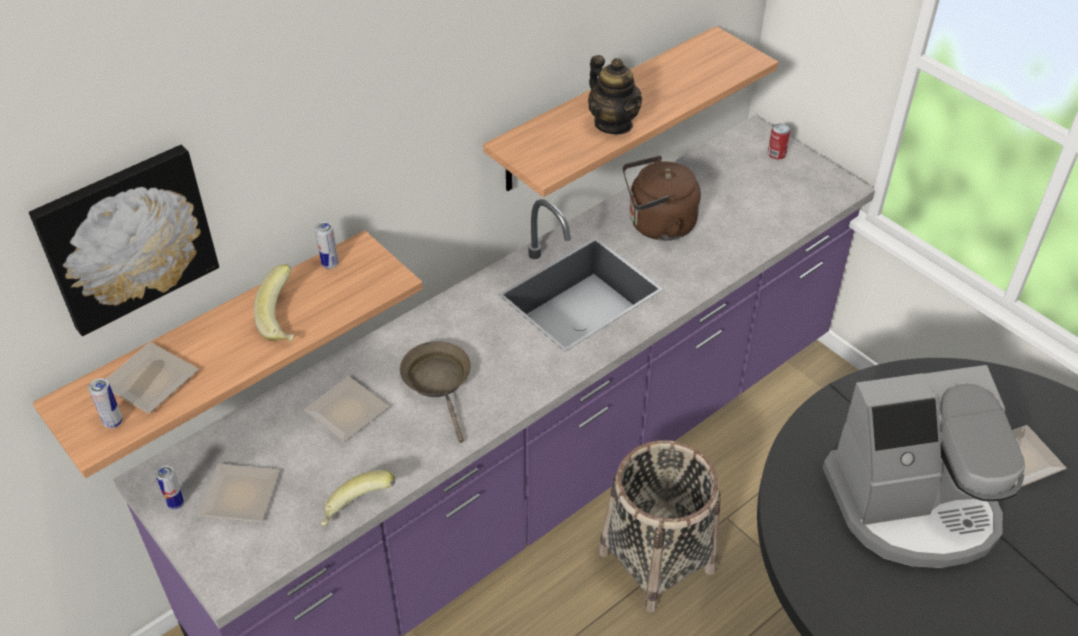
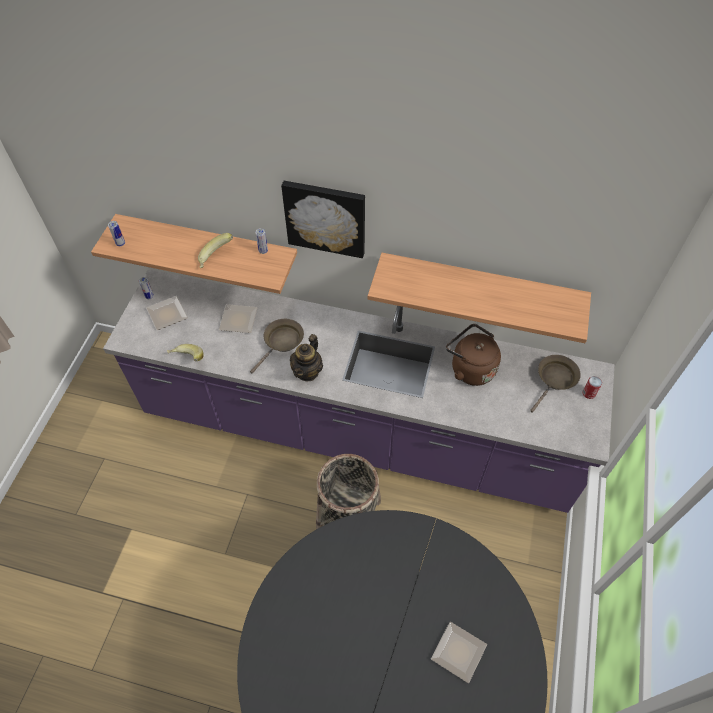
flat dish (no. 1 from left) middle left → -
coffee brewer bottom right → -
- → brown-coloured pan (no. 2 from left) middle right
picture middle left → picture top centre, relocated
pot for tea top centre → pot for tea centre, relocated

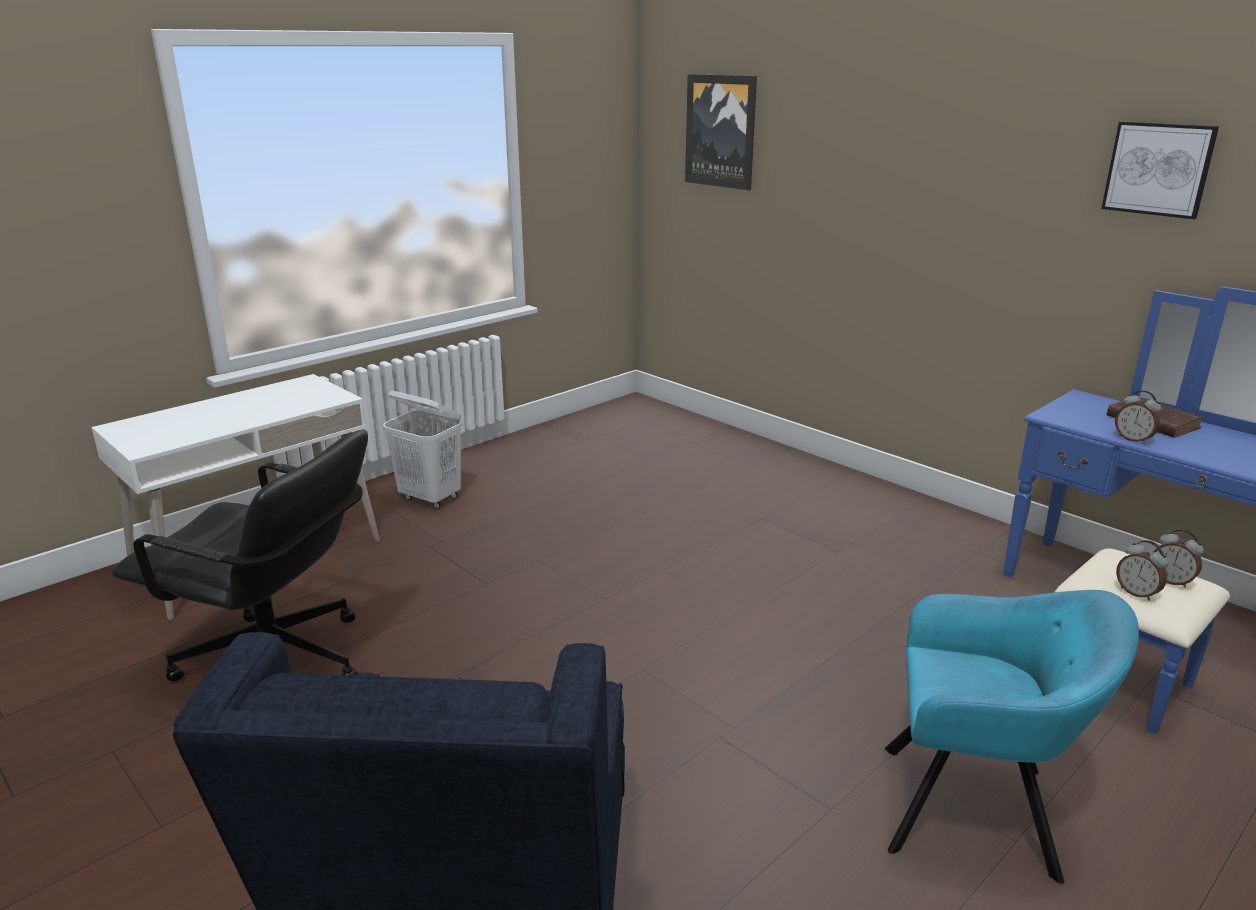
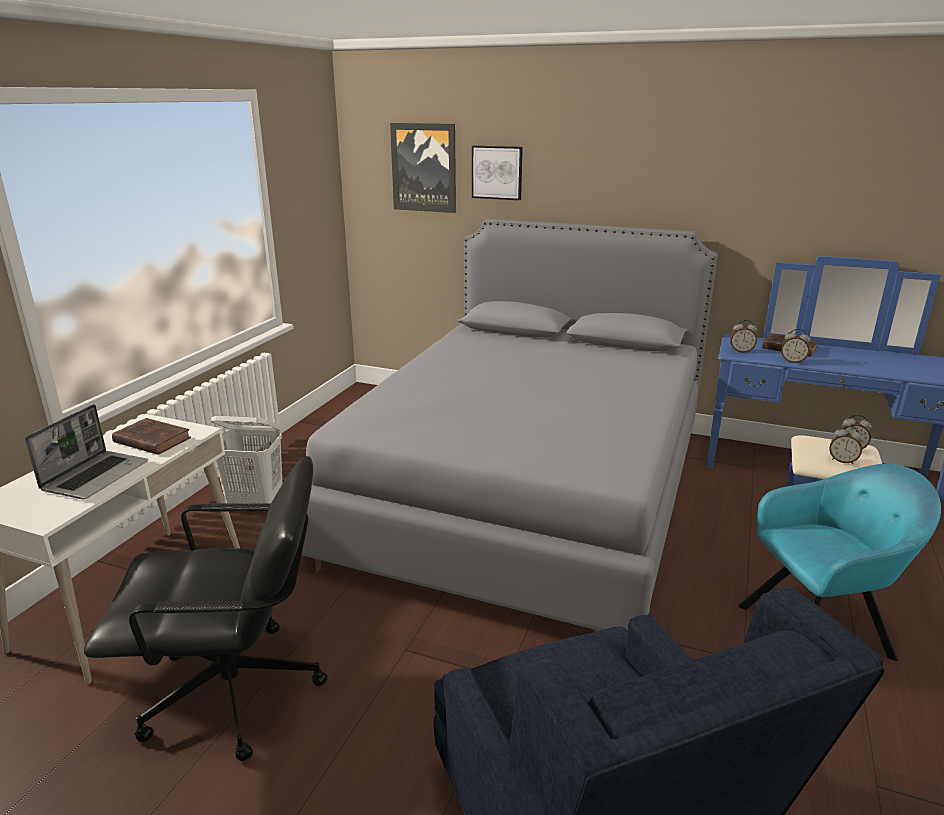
- → portable computer middle left
- → brown-coloured book (no. 1 from left) middle left
- → greyish bedroom bed centre
- → alarm clock (no. 1 from left) middle right
picture (no. 2 from left) top right → picture (no. 2 from left) top centre, relocated

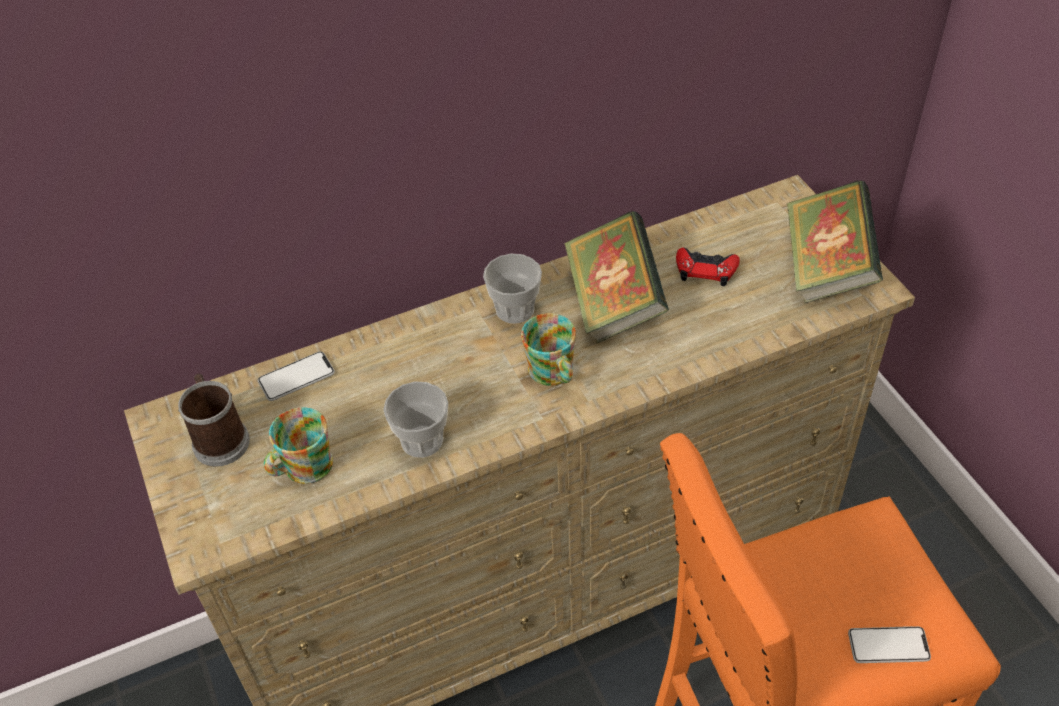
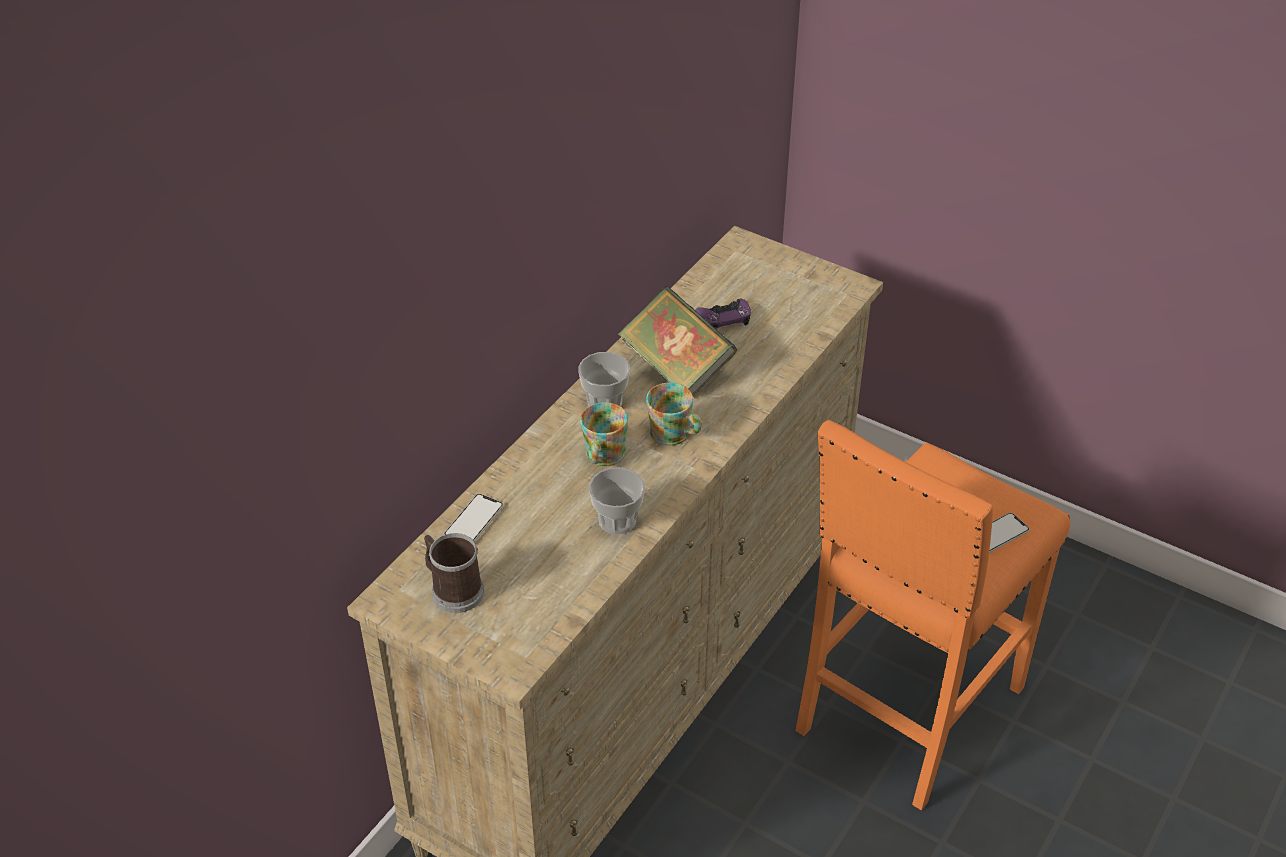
book (no. 2 from left) middle right → -
tea mug (no. 2 from left) middle left → tea mug (no. 2 from left) centre, relocated
red joypad middle right → purple joypad centre

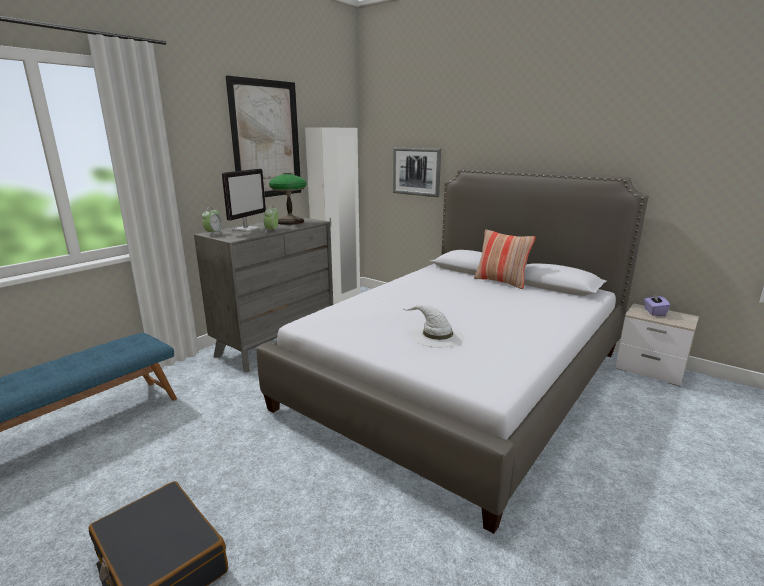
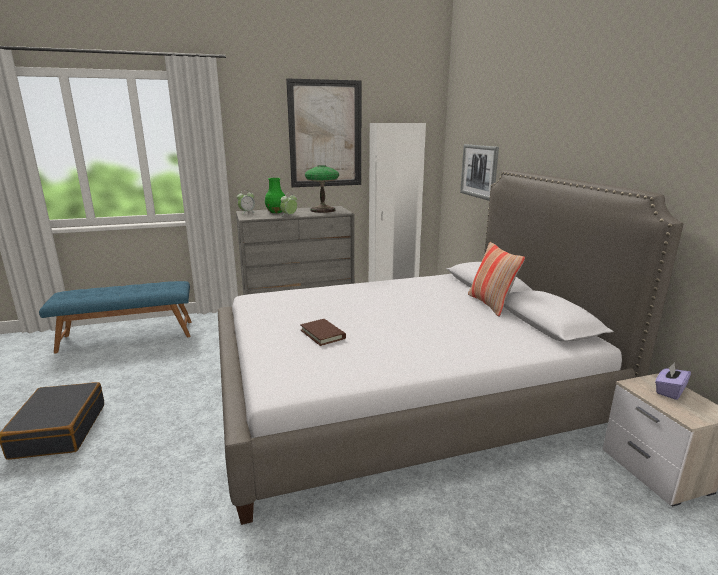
computer display middle left → green-coloured flower vase centre
white-coloured wearable hat centre → brown-coloured book centre

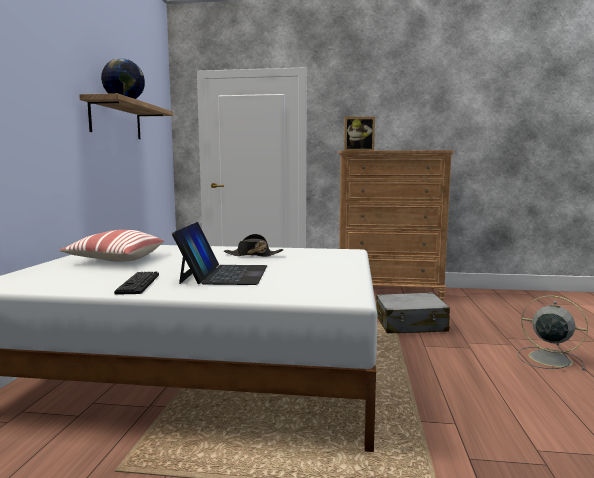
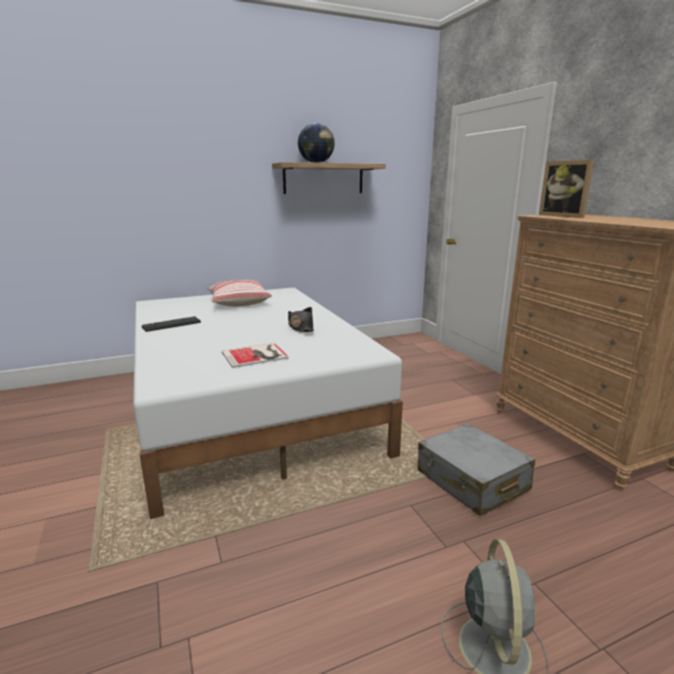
portable computer centre → -
- → book centre

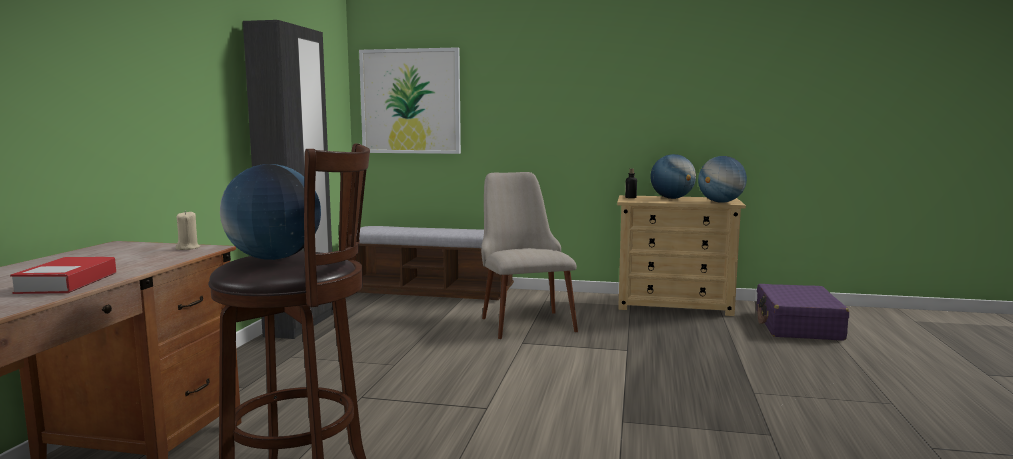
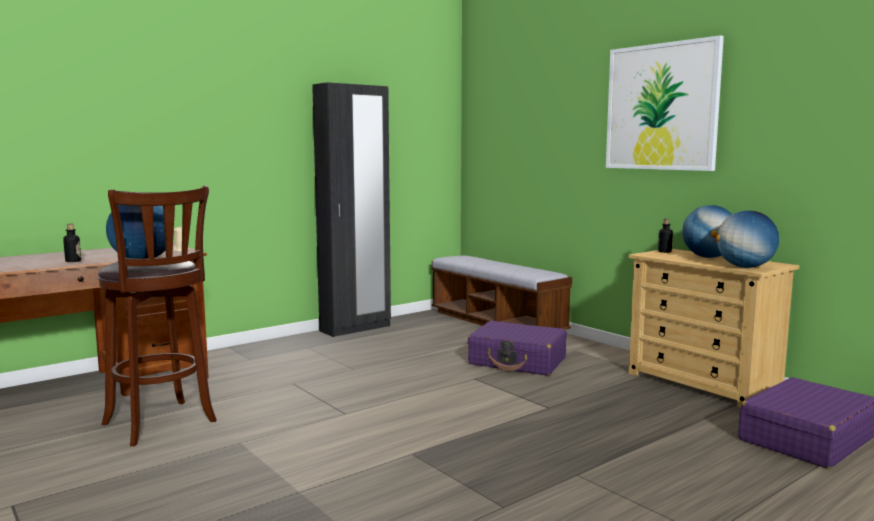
picture top centre → picture top right, relocated
book middle left → drink bottle (no. 1 from left) middle left
sand-coloured chair centre → purple piece of luggage (no. 1 from left) bottom centre

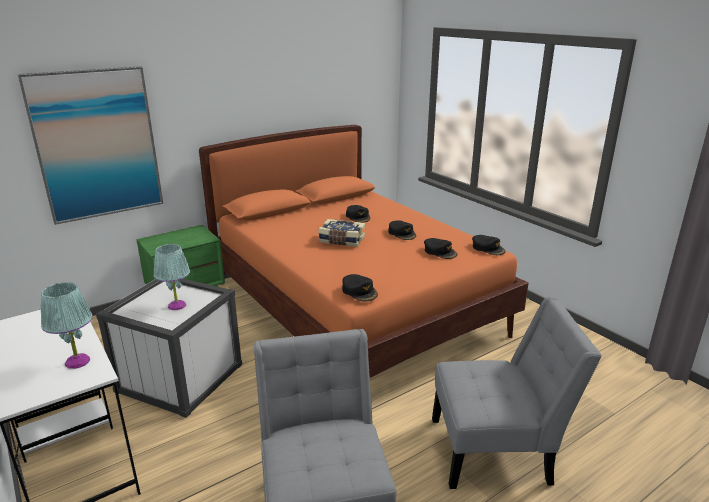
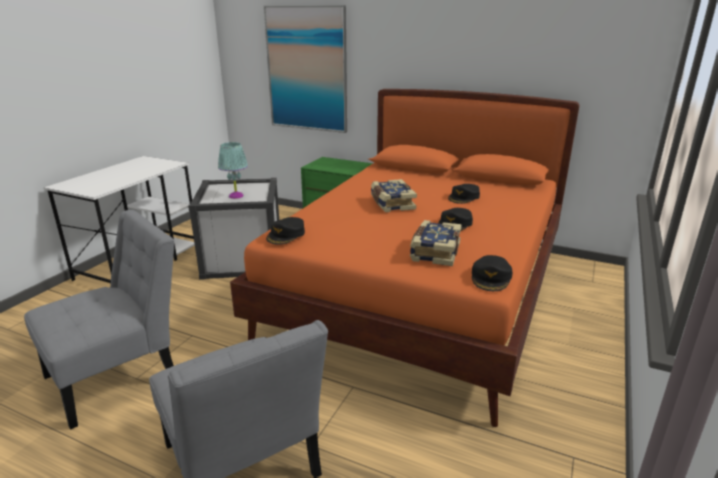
turquoise tabletop lamp (no. 1 from left) middle left → -
blackish peaked cap (no. 4 from left) centre → book (no. 2 from left) centre

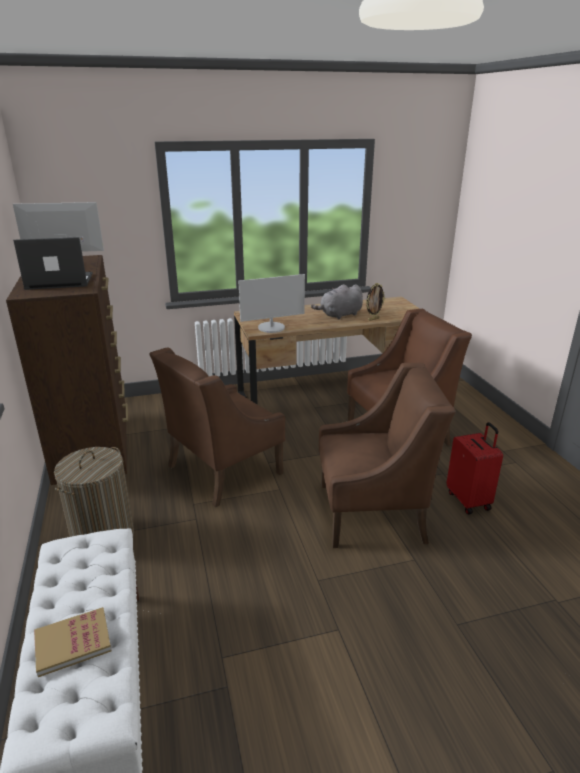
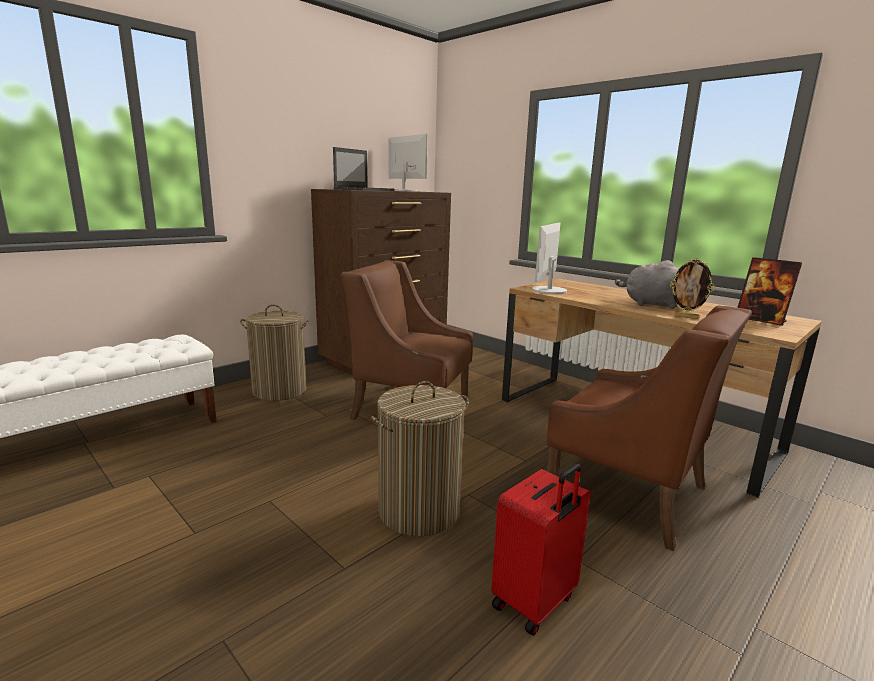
book bottom left → -
- → photo frame (no. 2 from left) middle right
brown-coloured easy chair (no. 2 from left) middle right → laundry basket (no. 2 from left) bottom centre
portable computer middle left → portable computer top centre, 75 degrees clockwise
computer display (no. 2 from left) centre, 75 degrees clockwise

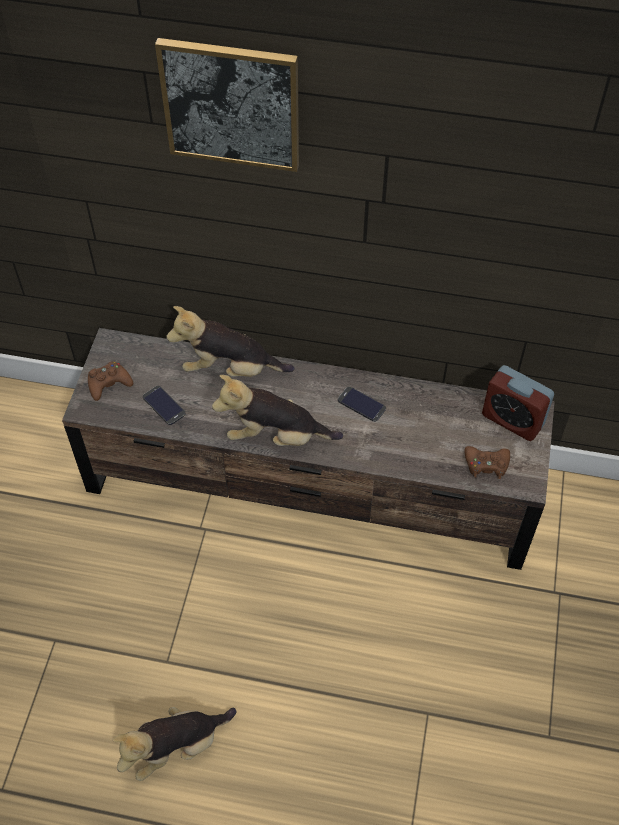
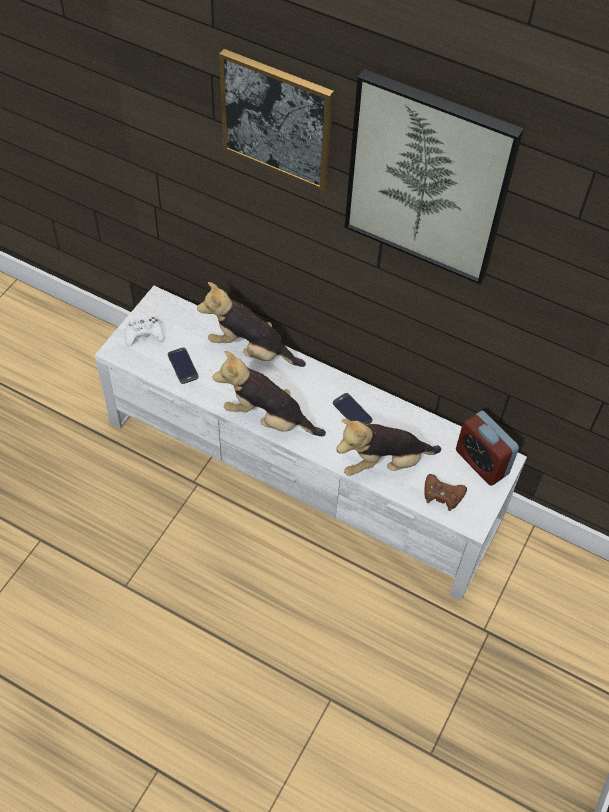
- → picture (no. 2 from left) top right
cuddly toy (no. 1 from left in the first image) bottom left → cuddly toy (no. 3 from left) centre, relocated
brown-coloured tv stand centre → white-coloured tv stand centre
brown-coloured joypad (no. 1 from left) middle left → white-coloured joypad middle left

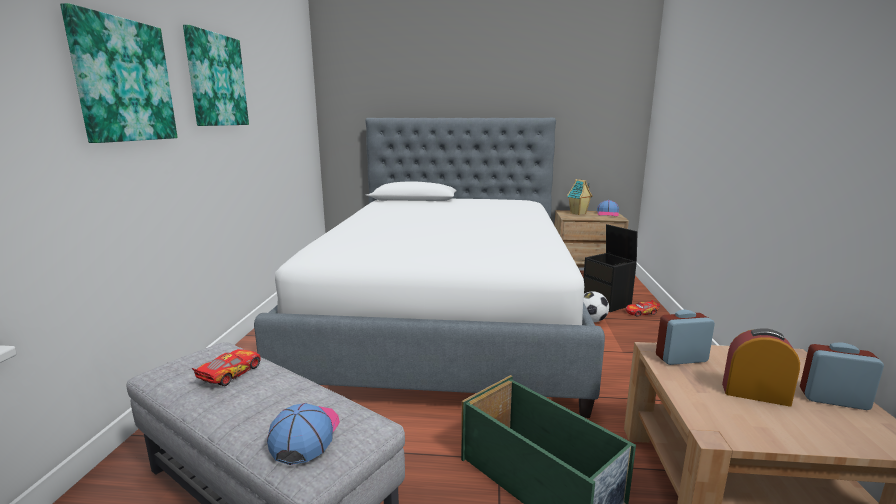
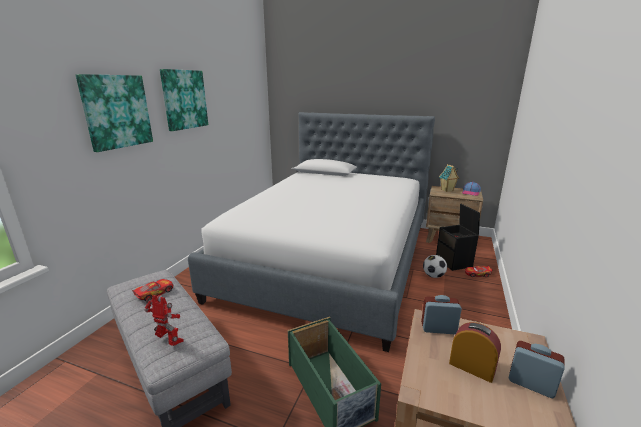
peaked cap (no. 1 from left) bottom centre → toy robot bottom left

